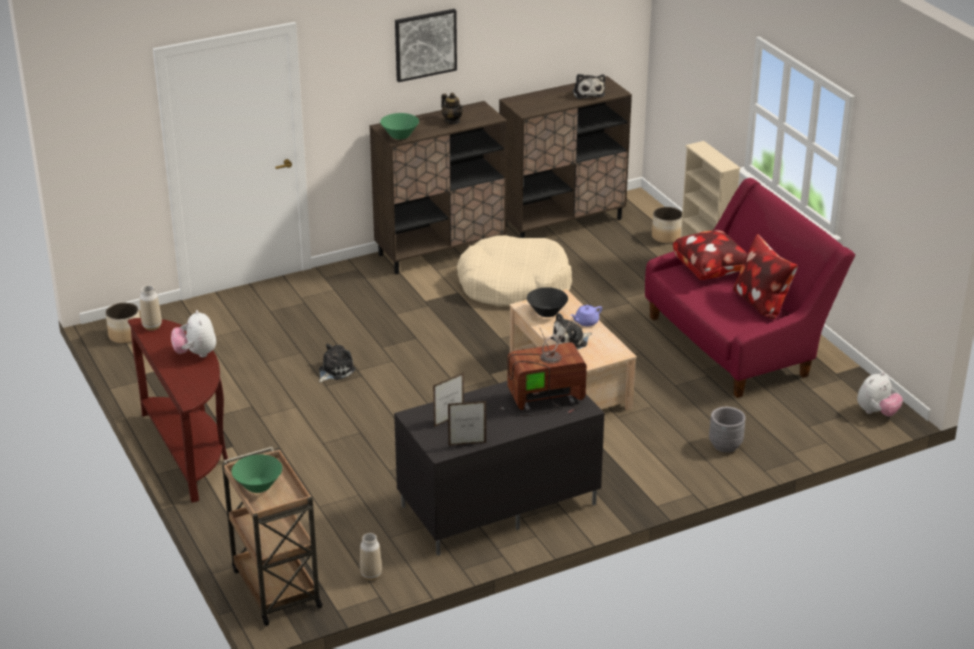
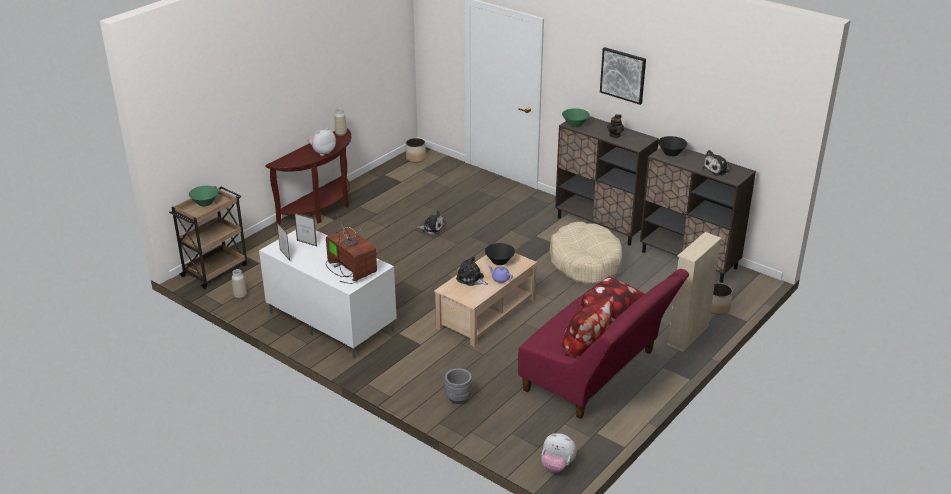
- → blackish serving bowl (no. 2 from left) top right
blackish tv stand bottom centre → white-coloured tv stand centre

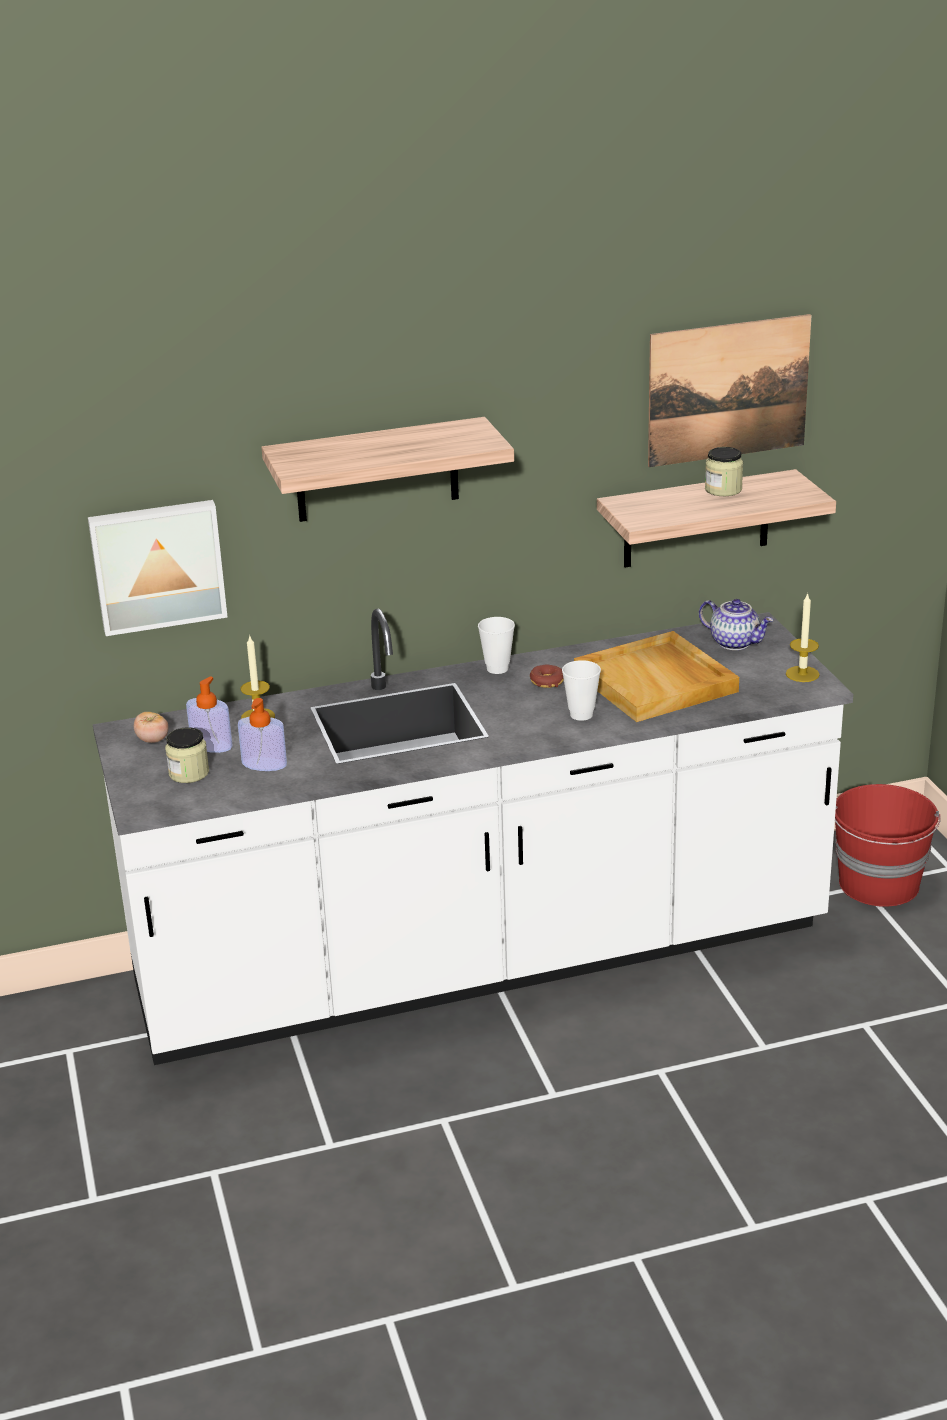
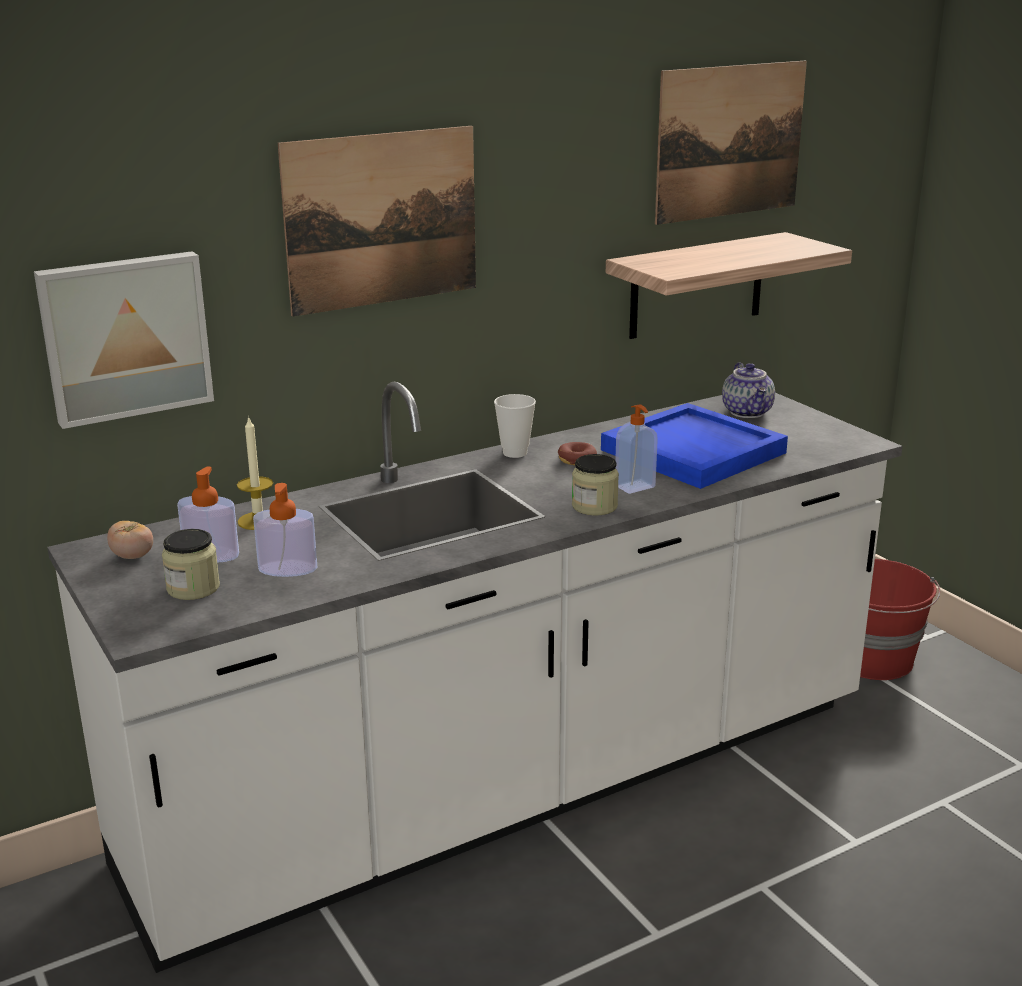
wax light (no. 2 from left) middle right → -
jar (no. 2 from left) top right → jar (no. 2 from left) centre, relocated
shelf (no. 1 from left) top centre → picture (no. 2 from left) top centre
small cup (no. 2 from left) centre → soap dispenser (no. 3 from left) centre
sand-coloured carrying tray middle right → blue carrying tray middle right
pot for tea middle right, 60 degrees clockwise

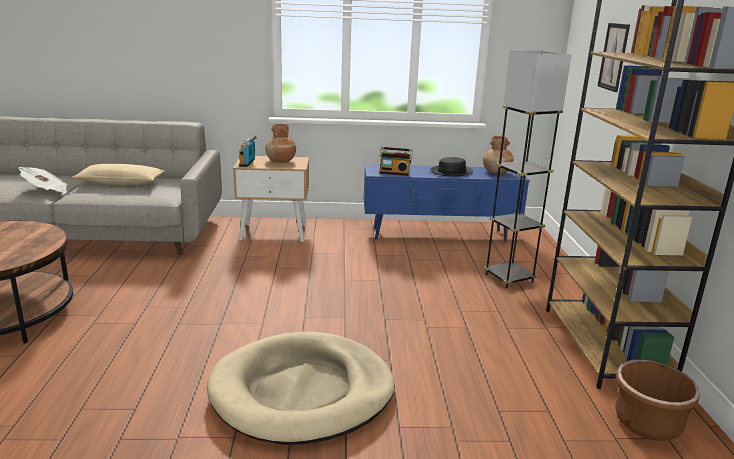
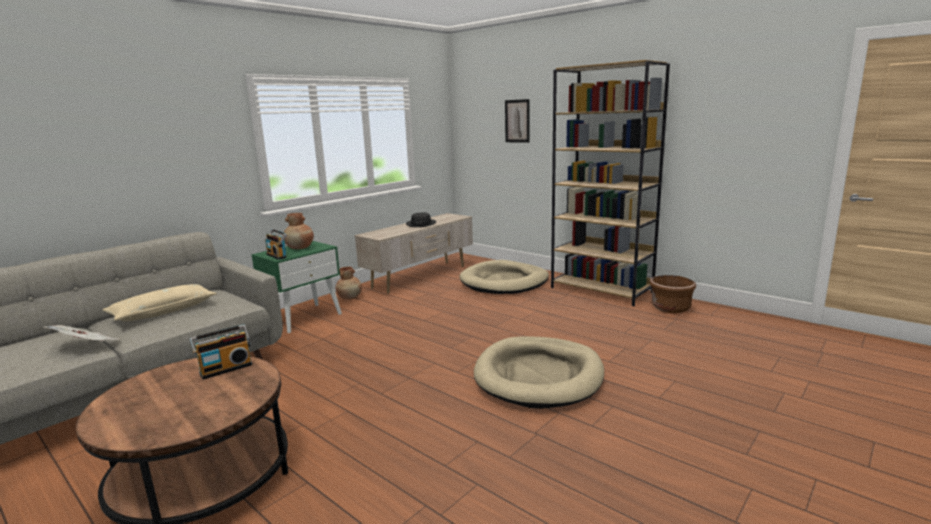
radio receiver (no. 2 from left in the first image) centre → radio receiver (no. 1 from left) bottom left, relocated
brown-coloured flower vase (no. 2 from left) middle right → brown-coloured flower vase (no. 2 from left) centre, relocated
greyish standing lamp middle right → sand-coloured dog bed (no. 1 from left) centre
sand-coloured bedside table centre → green-coloured bedside table middle left
blue tv stand centre → sand-coloured tv stand centre

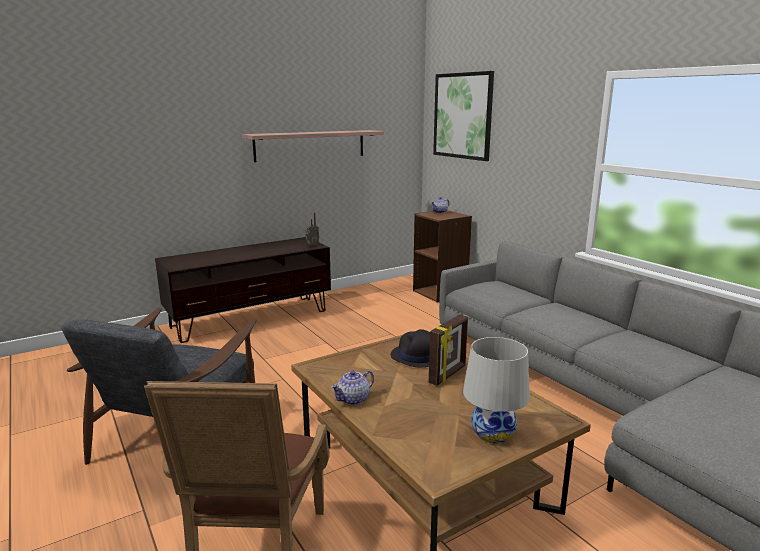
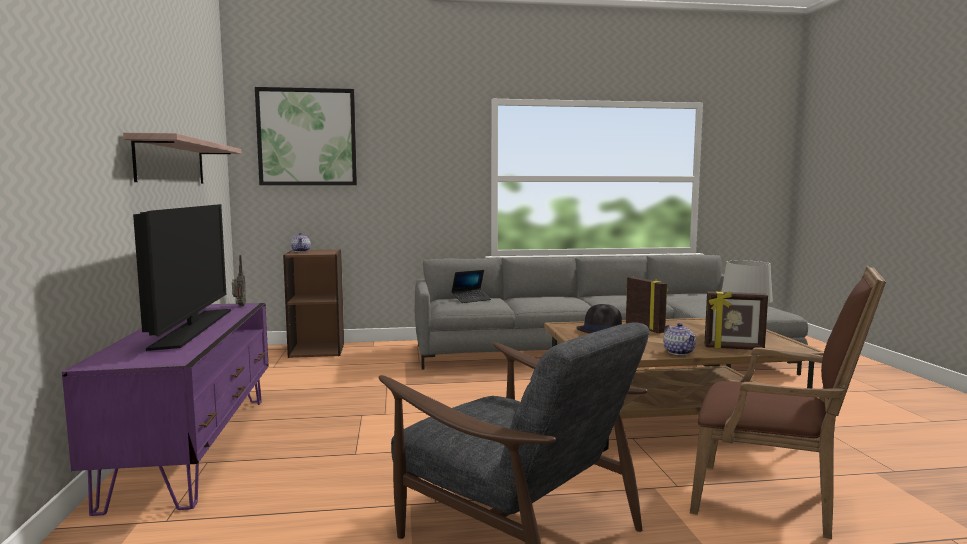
- → TV set middle left
- → portable computer centre
- → photo frame (no. 2 from left) middle right
brown-coloured tv stand middle left → purple tv stand bottom left

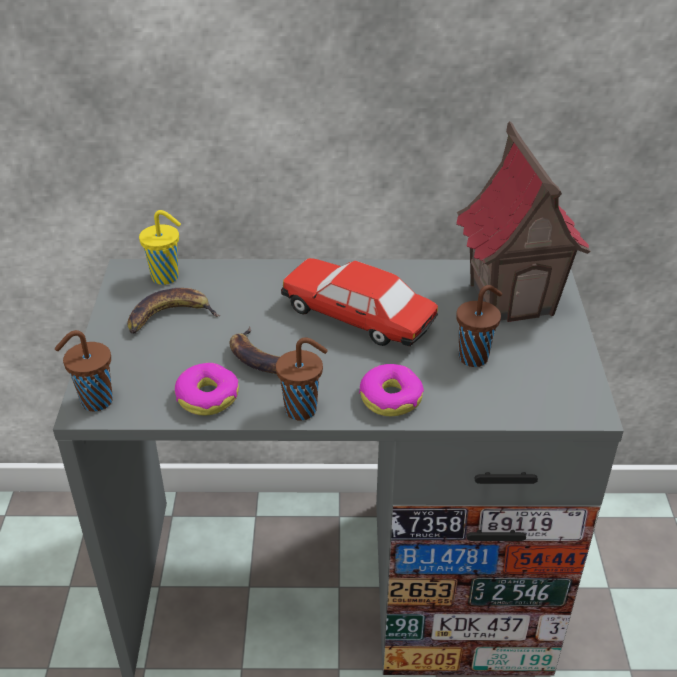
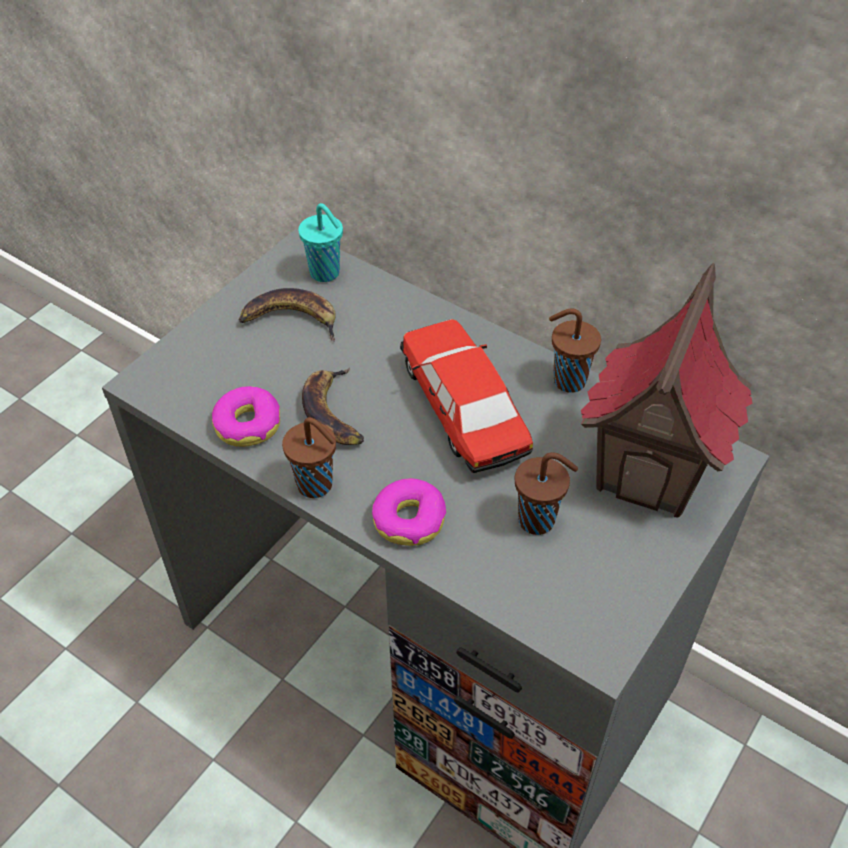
brown-coloured small cup (no. 1 from left in the first image) middle left → brown-coloured small cup (no. 3 from left) middle right, relocated
yellow small cup middle left → turquoise small cup top centre

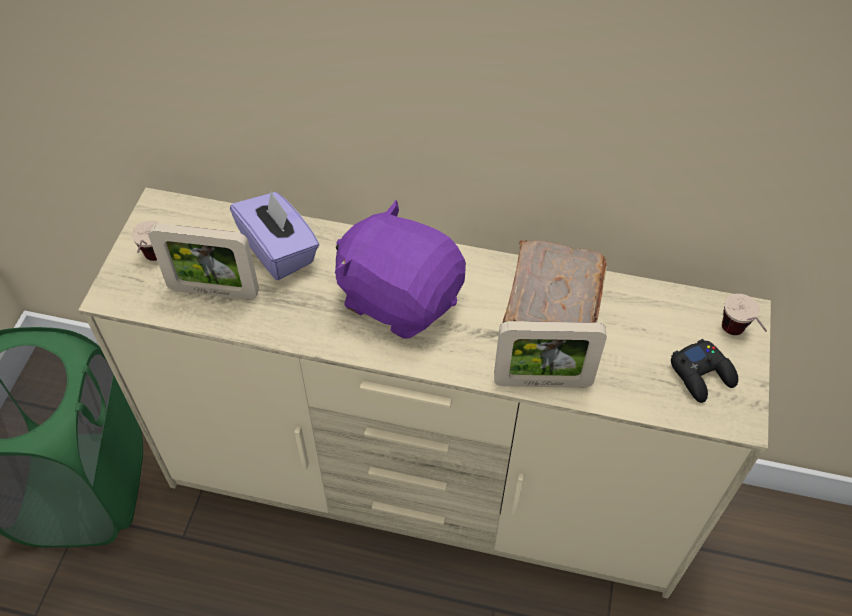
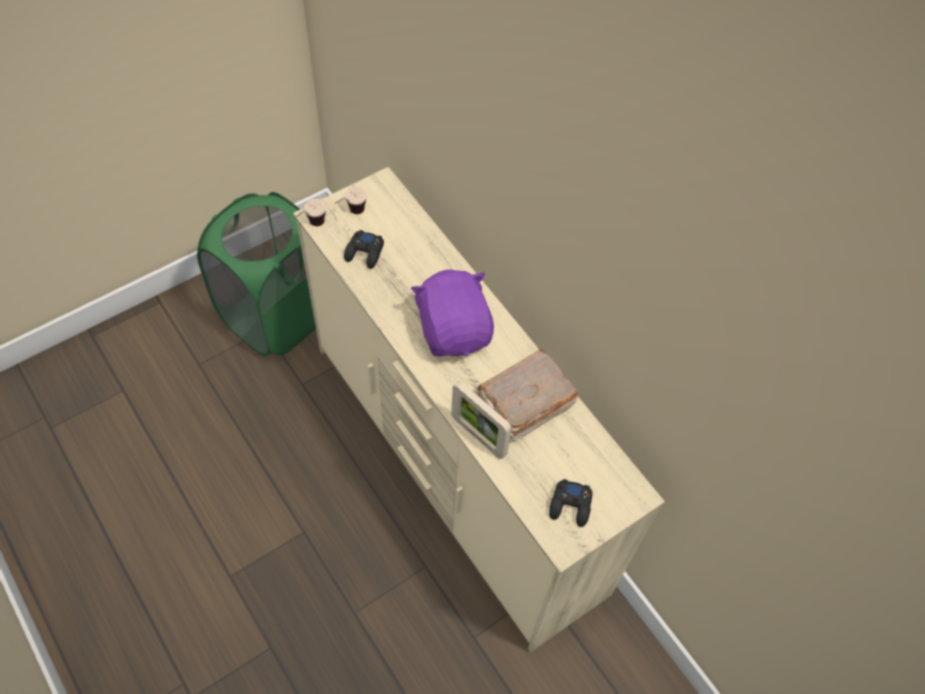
purple box of tissues middle left → -
small cup (no. 2 from left in the first image) middle right → small cup (no. 1 from left) top centre, relocated
photo frame (no. 1 from left) middle left → blackish joypad (no. 1 from left) centre

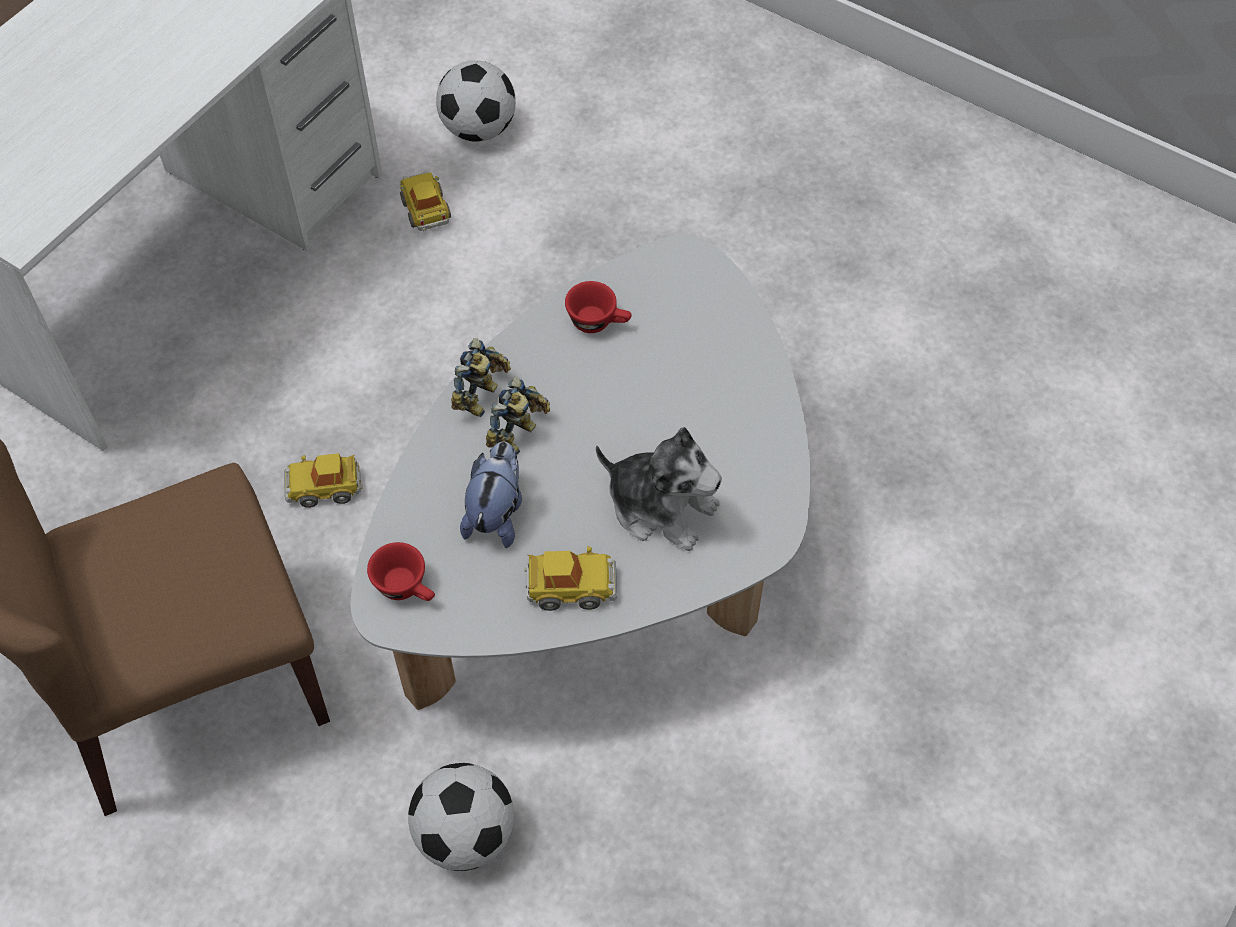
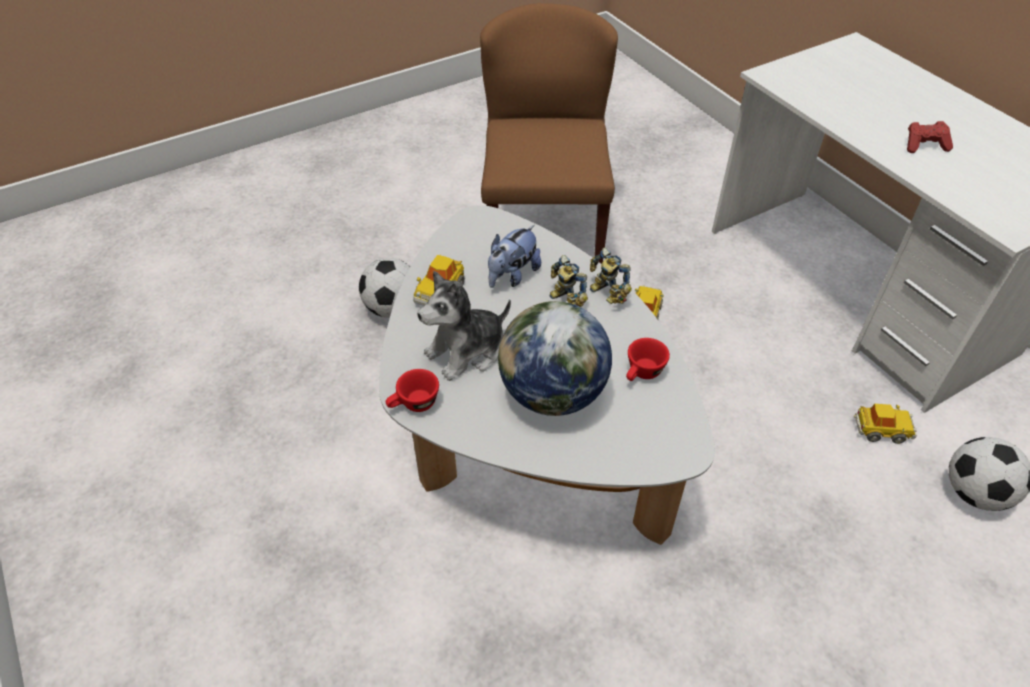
- → world globe centre
- → red joypad top right
red small cup (no. 1 from left) middle left → red small cup (no. 1 from left) centre, relocated
cuddly toy (no. 1 from left in the first image) centre → cuddly toy (no. 2 from left) centre, 90 degrees clockwise

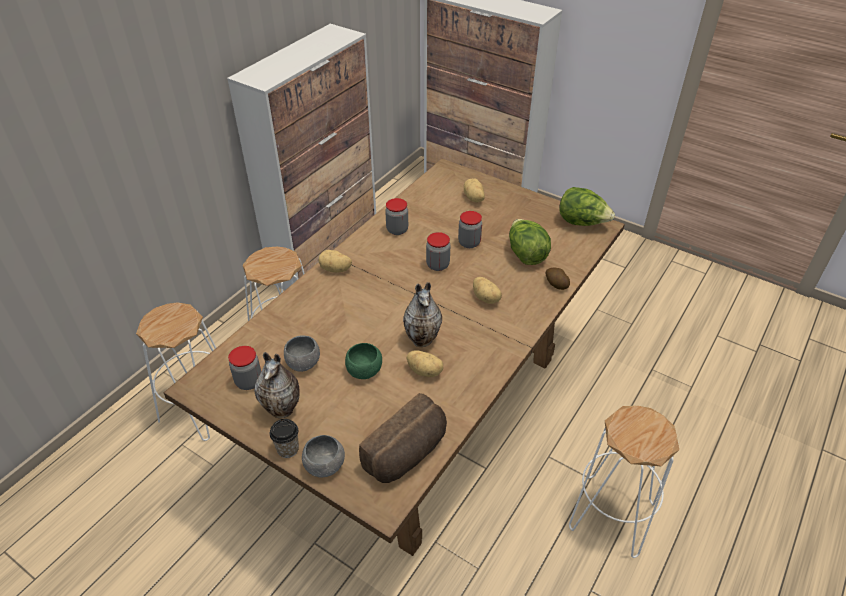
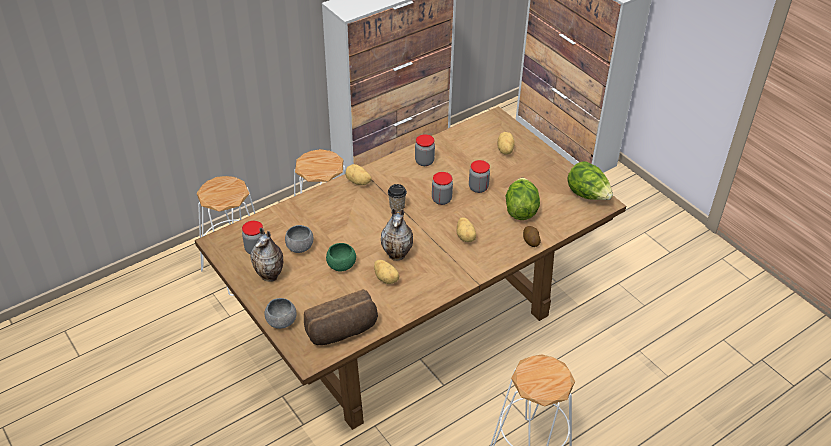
small cup bottom centre → small cup centre, relocated

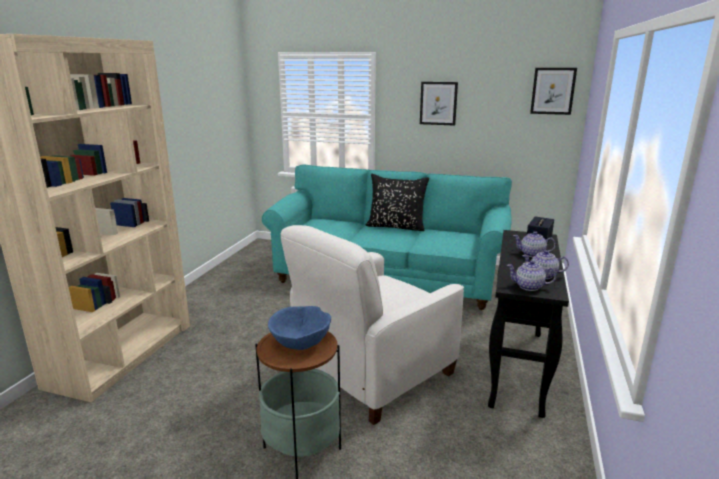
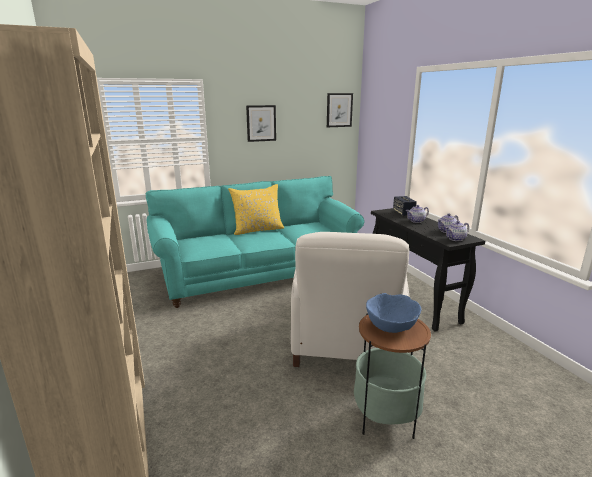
blackish cushion centre → yellow cushion centre

